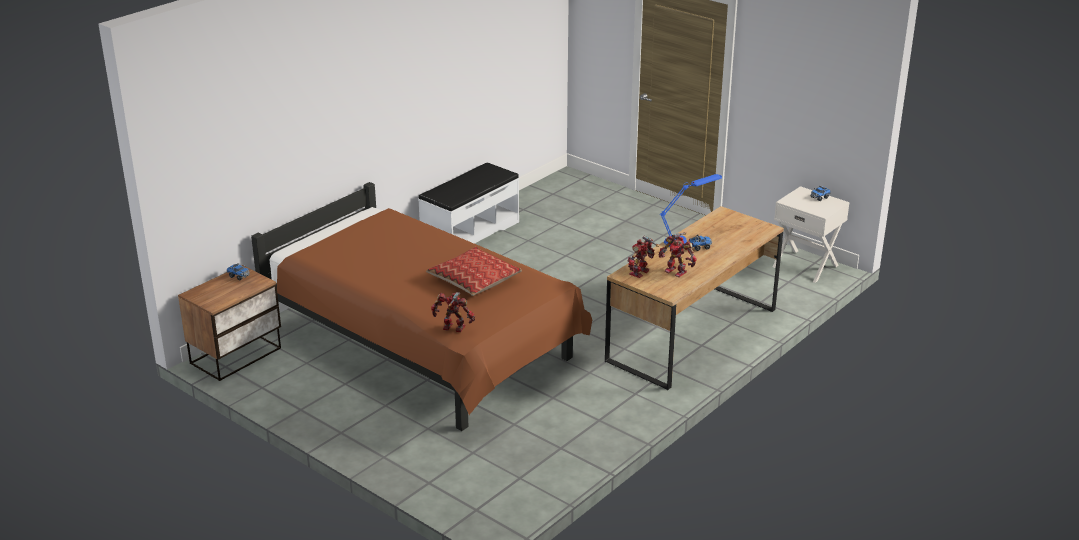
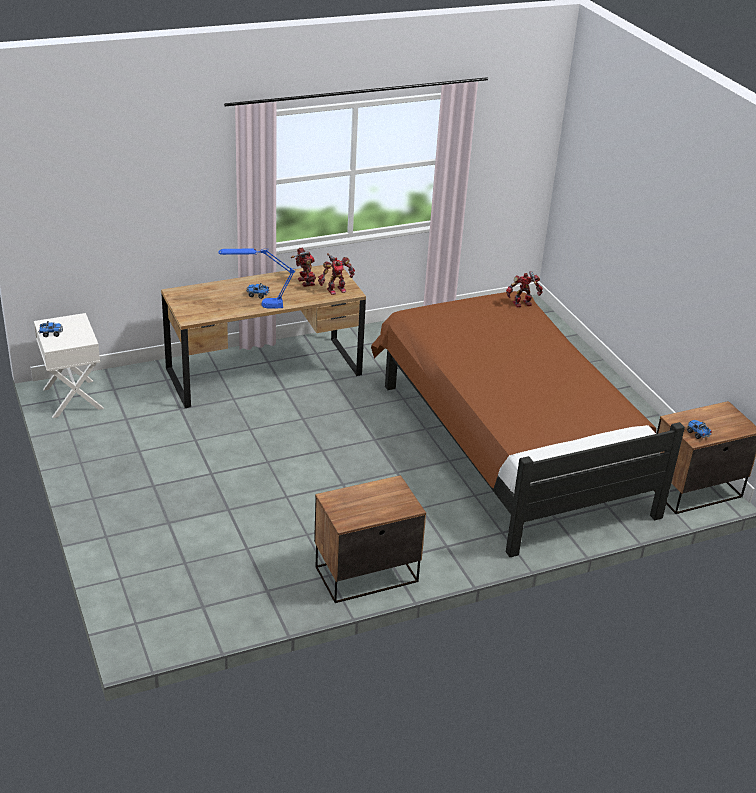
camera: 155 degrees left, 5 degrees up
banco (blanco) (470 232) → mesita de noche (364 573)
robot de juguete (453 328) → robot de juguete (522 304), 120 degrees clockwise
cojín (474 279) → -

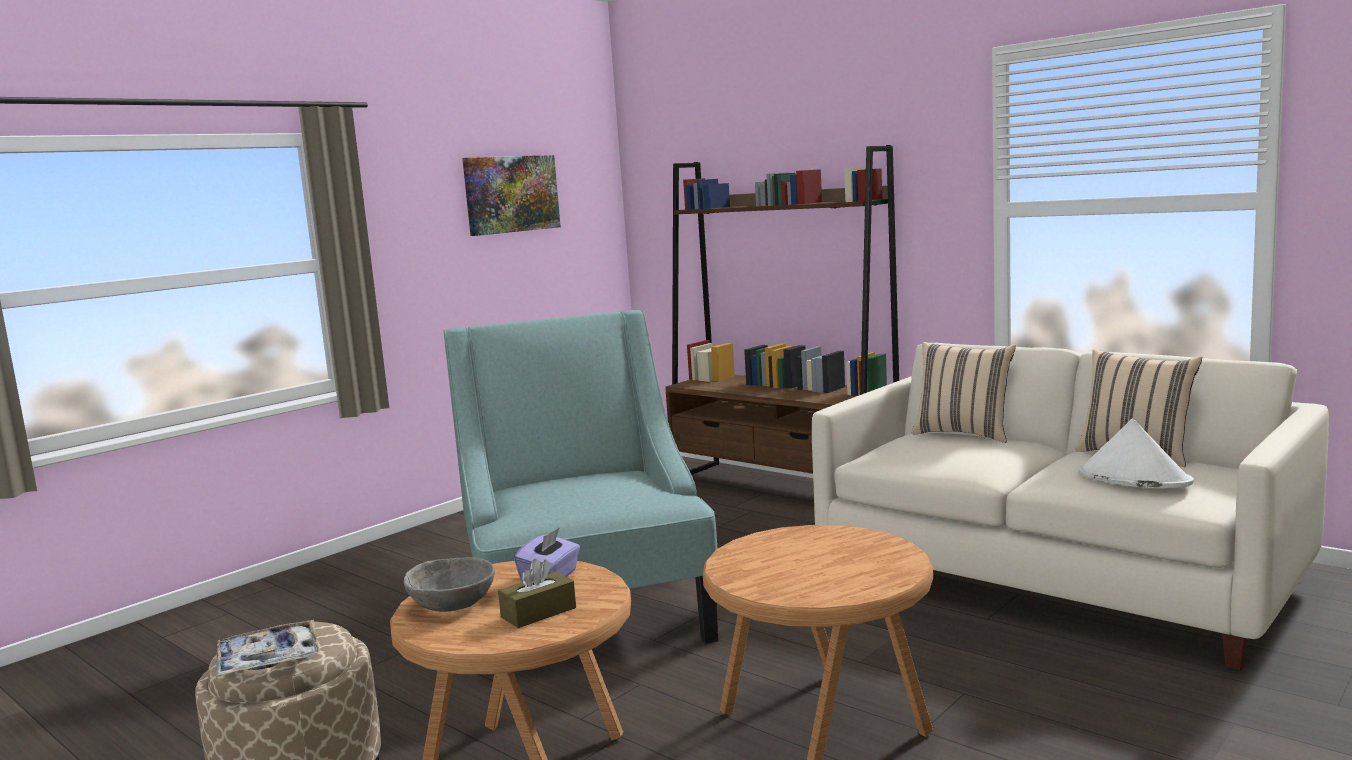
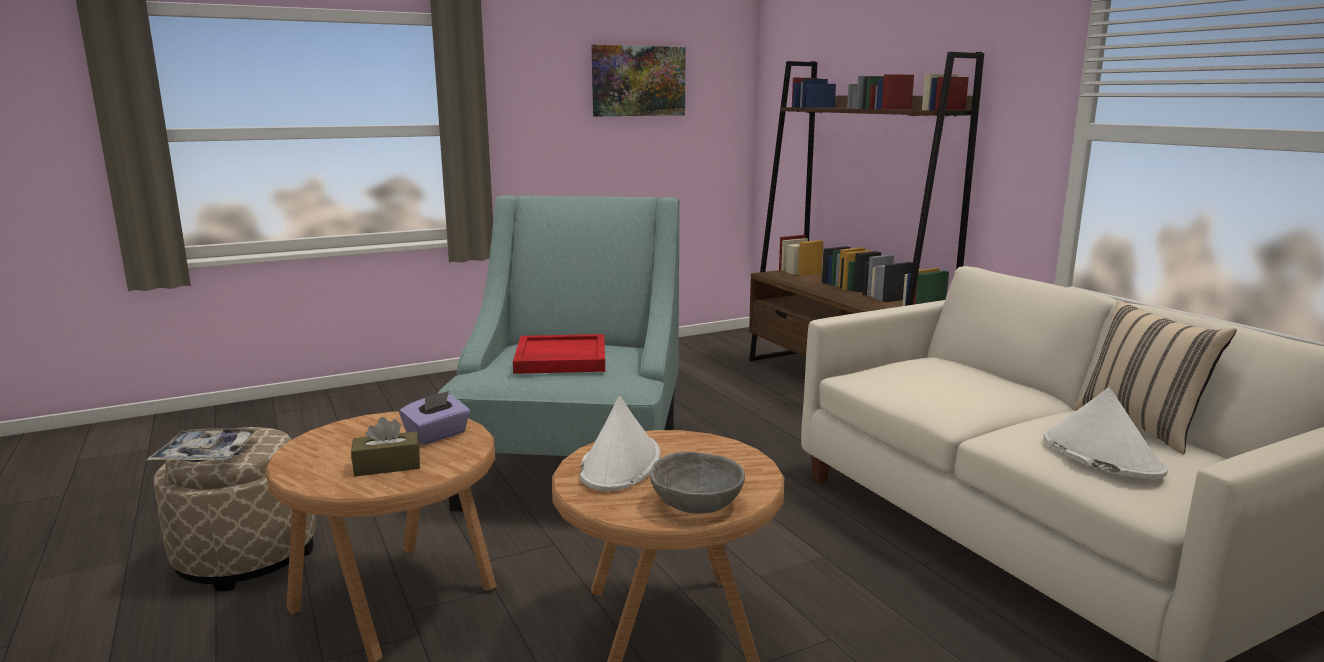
camera: 20 degrees right, 5 degrees up
- → bandeja (rojo) (560 359)
- → sombrero (blanco) (620 464)
cuenco (gris) (452 603) → cuenco (gris) (696 503), move
cojín (beis) (963 434) → -

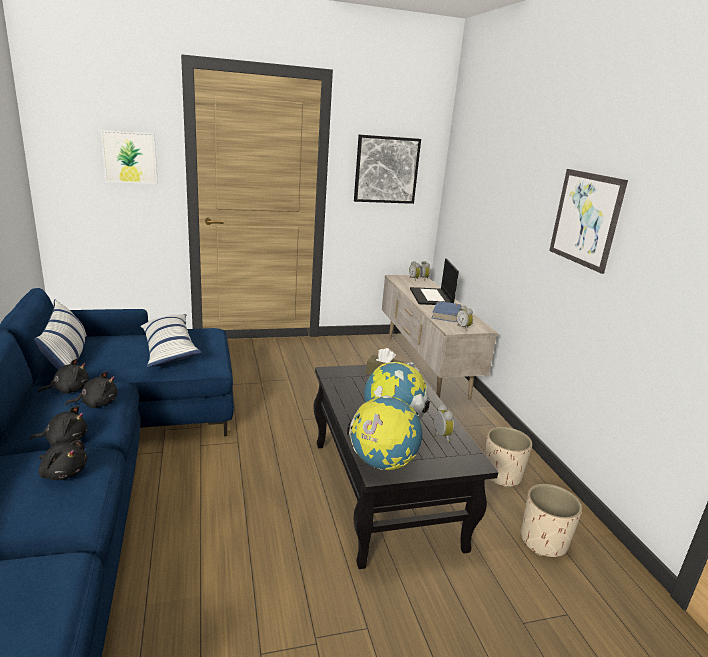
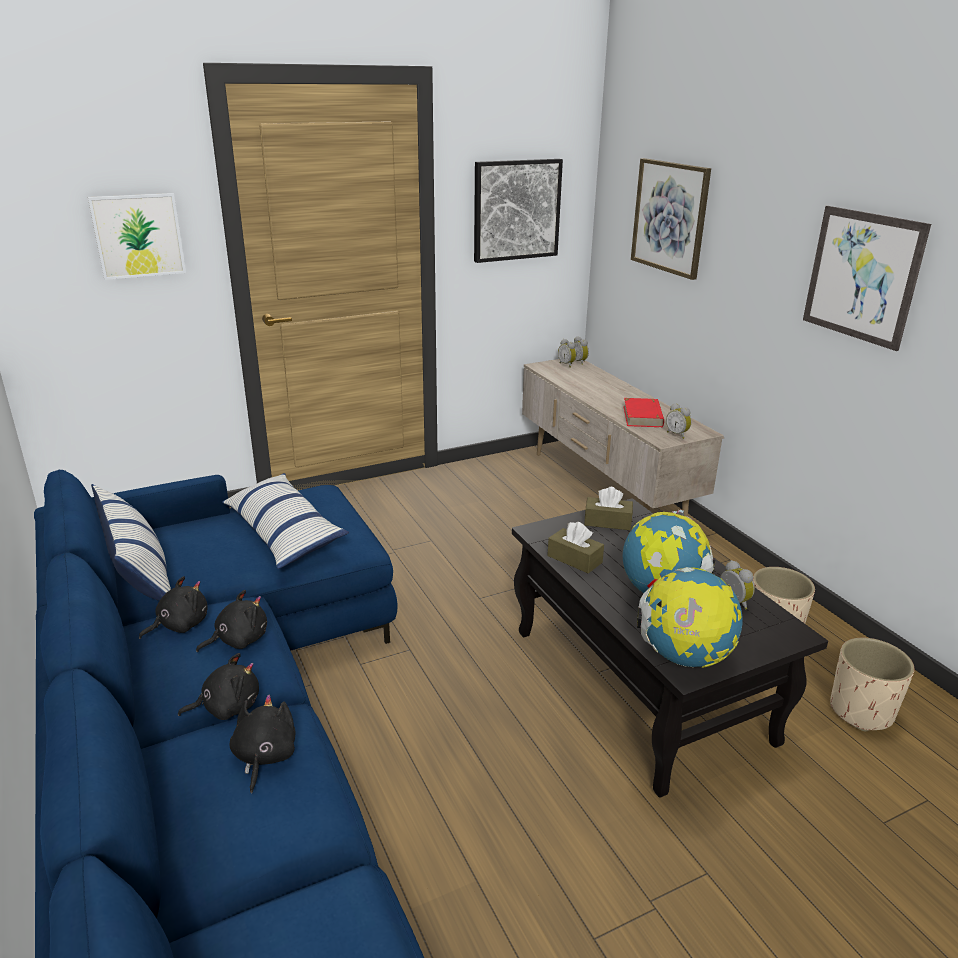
camera: 10 degrees left, 5 degrees up
peluche (negro) (63 472) → peluche (negro) (264 757), 105 degrees counterclockwise
- → caja de pañuelos (marrón) (574 559)
libro (azul) (446 314) → libro (rojo) (643 416)
- → cuadro (670 217)
portátil (431 297) → -

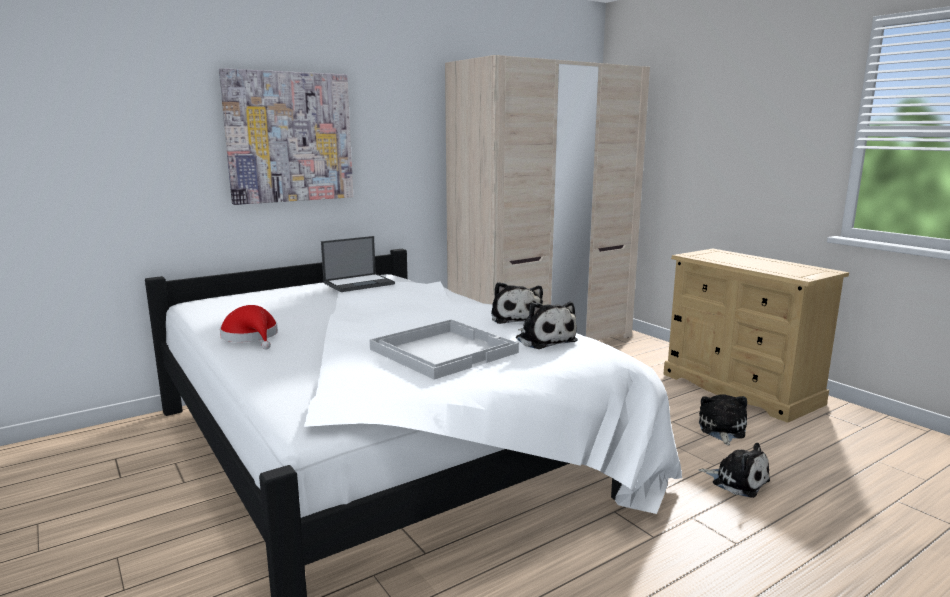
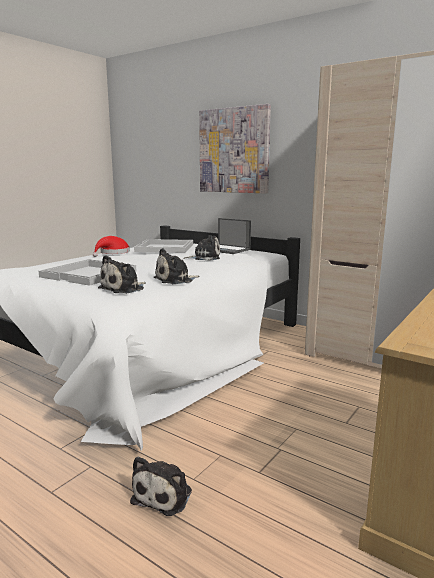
camera: 70 degrees right, 0 degrees up
- → bandeja (blanco) (165 248)
peluche (721 430) → peluche (205 257), move

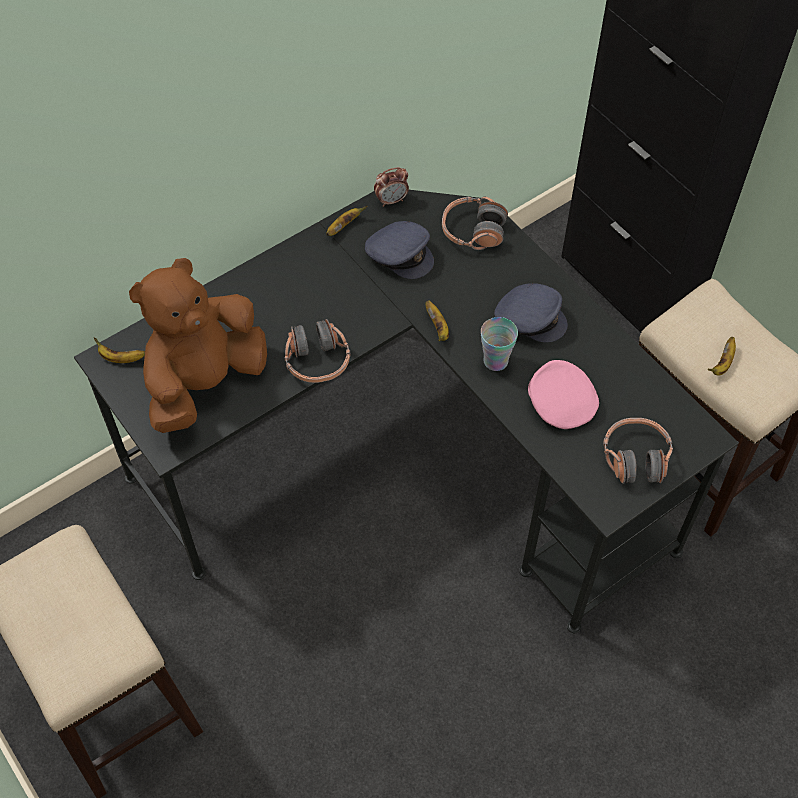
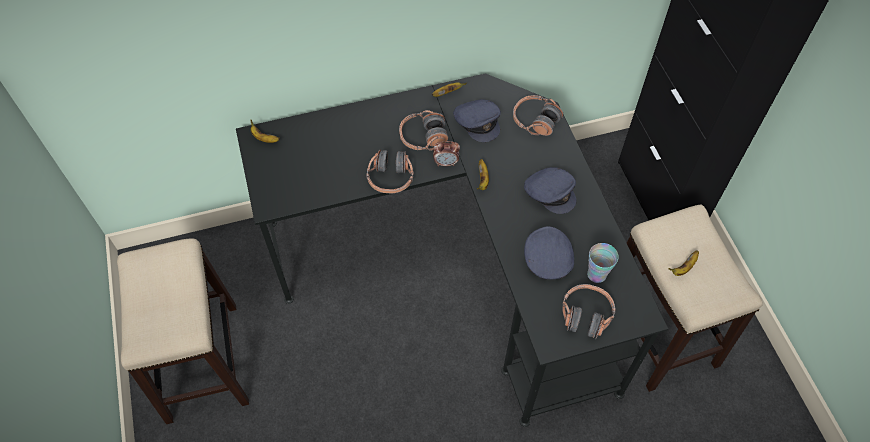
camera: 20 degrees right, 0 degrees up
- → auriculares (423 137)
despertador (391 200) → despertador (446 163), move
gorra (rosa) (559 402) → gorra (gris) (546 258)
taza (495 361) → taza (596 274), move
peluche (marrón) (204 382) → -

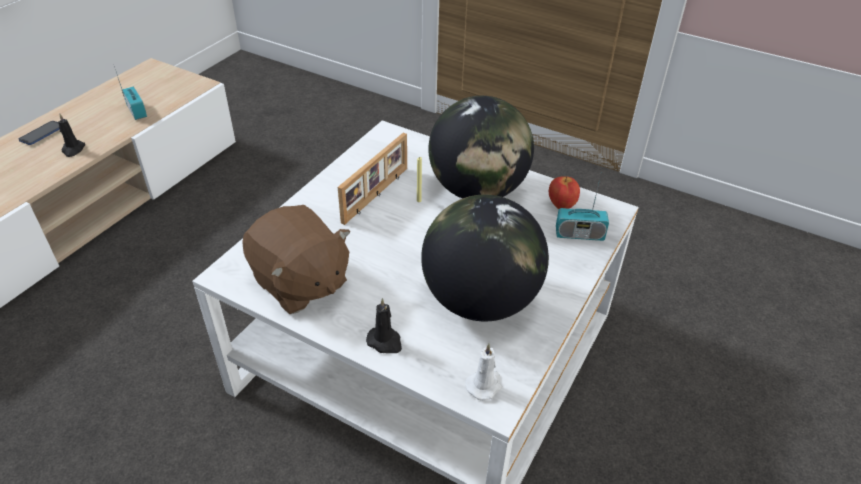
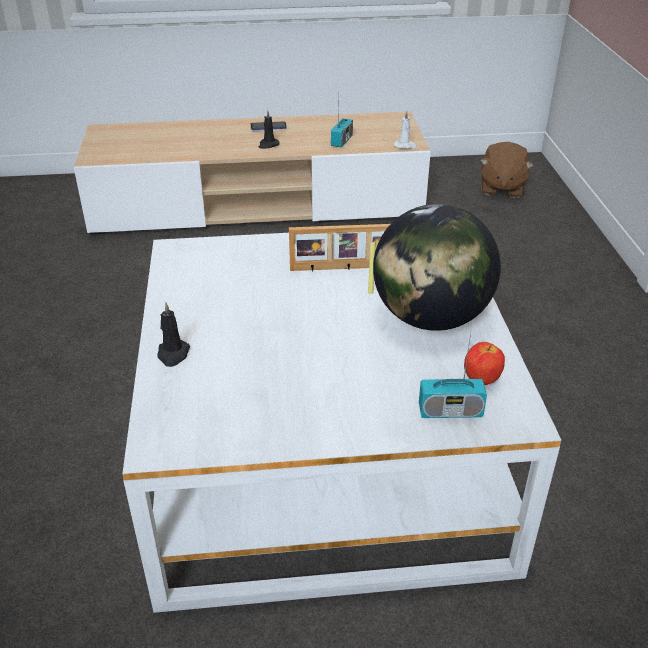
camera: 55 degrees right, 5 degrees down
vela (blanco) (485 385) → vela (blanco) (405 146), move
radio (579 234) → radio (450 411), 60 degrees counterclockwise
peluche (marrón) (299 283) → peluche (marrón) (501 188), move
globo terráqueo (480 301) → -

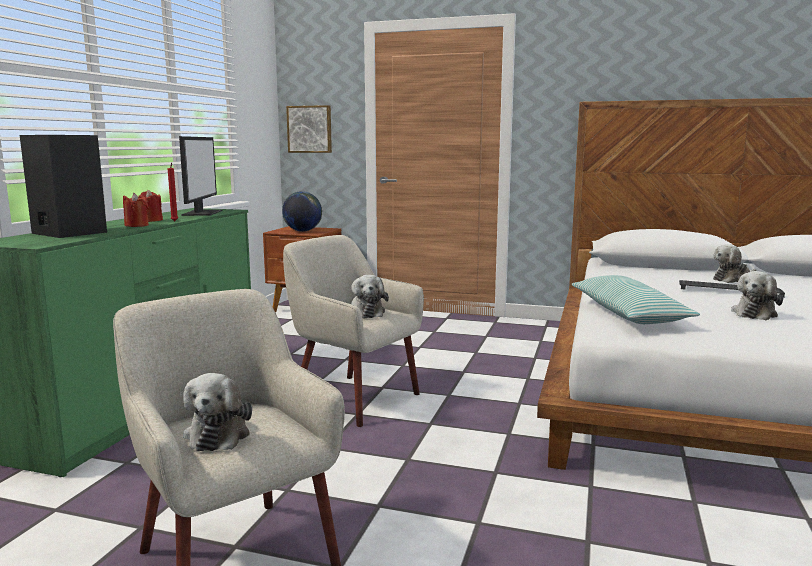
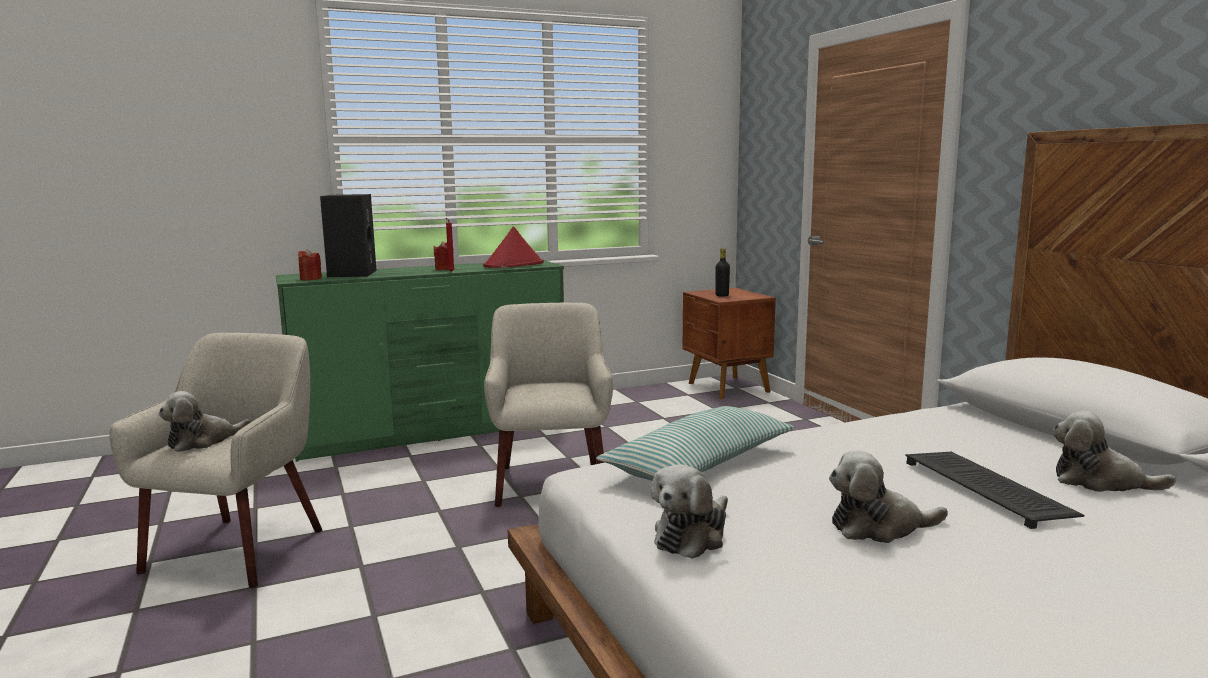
camera: 50 degrees right, 0 degrees up
vela (rojo) (136 225) → vela (rojo) (310 279), move
monitor (201 213) → sombrero (rojo) (514 265)
peluche (366 312) → peluche (692 536), move
globo terráqueo (302 231) → botella (negro) (722 295)
cuadro (310 129) → -

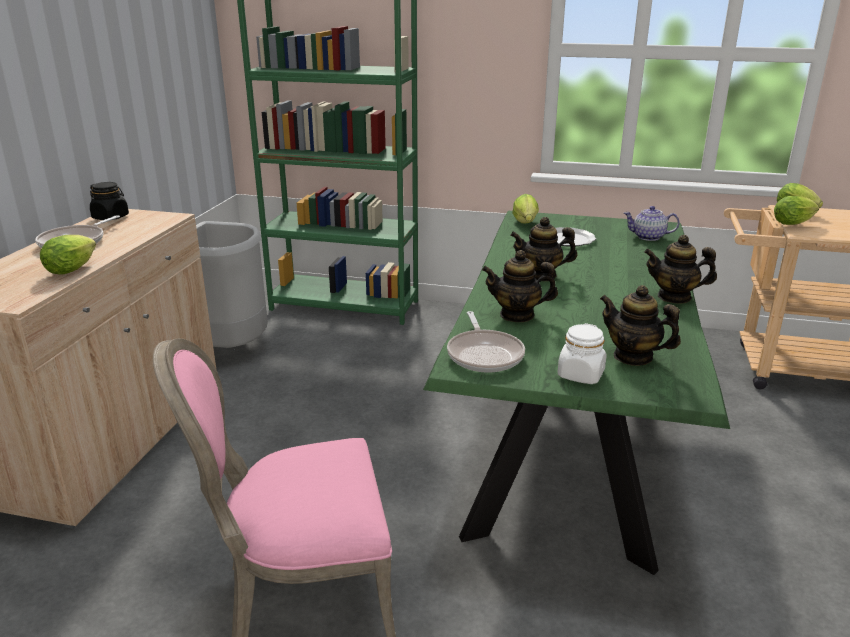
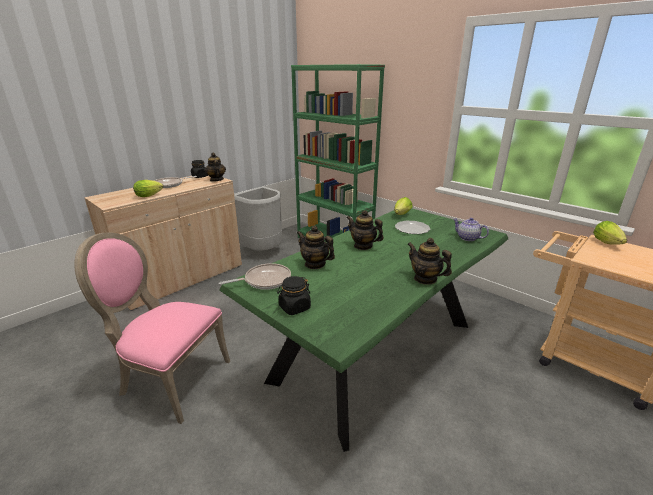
camera: 30 degrees right, 0 degrees up
tetera (633 356) → tetera (216 180), move
sartén (484 354) → sartén (265 280), 135 degrees counterclockwise
tarro (blanco) (580 375) → tarro (negro) (294 307)
lechuga (794 223) → -

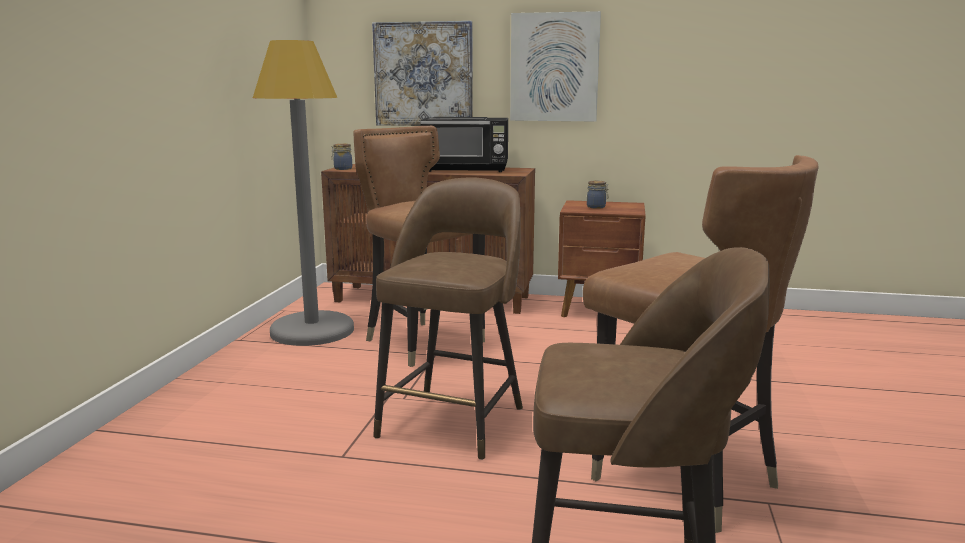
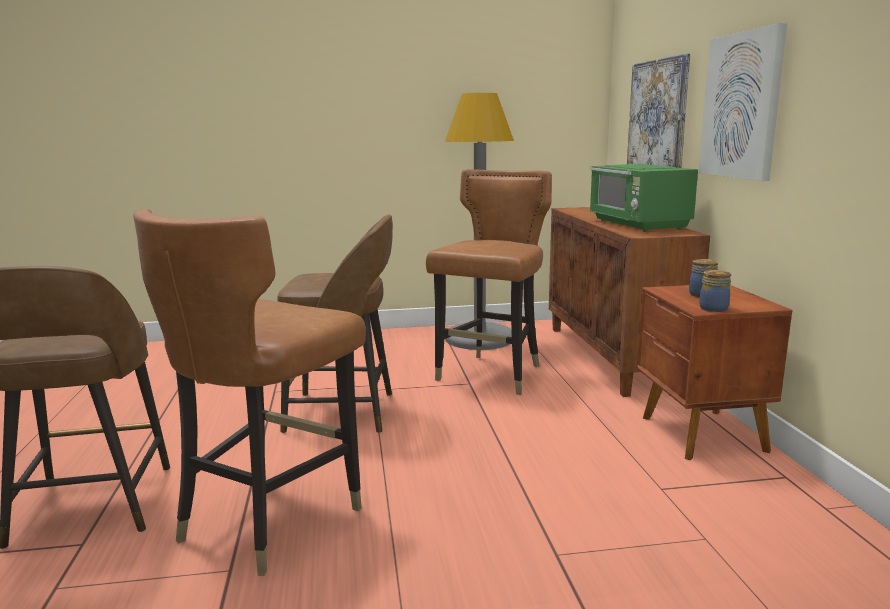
camera: 70 degrees right, 0 degrees up
microondas (negro) (467 170) → microondas (verde) (638 225)
tarro (342 169) → tarro (712 308), move

